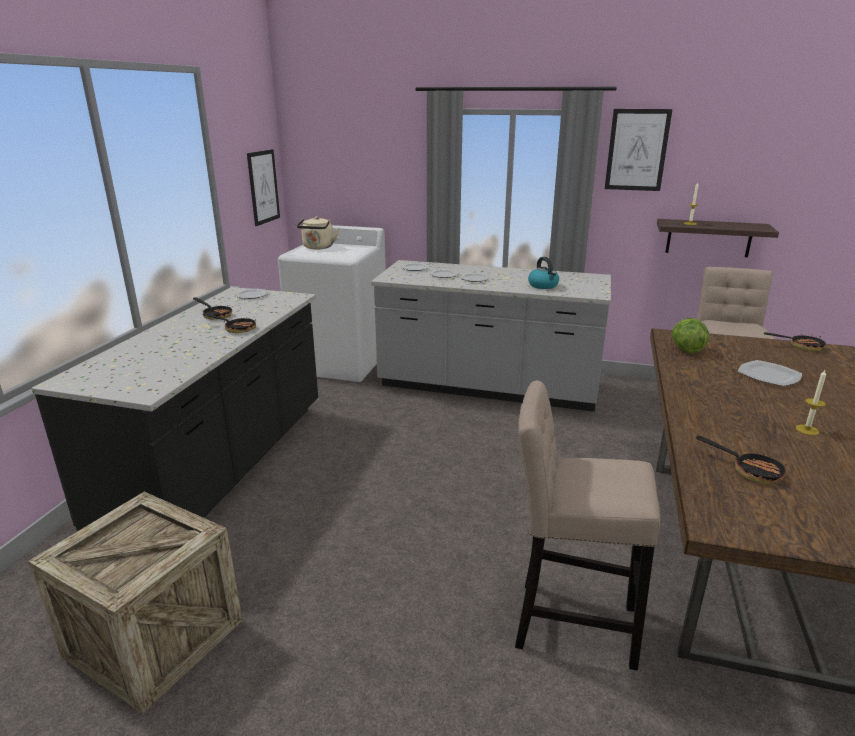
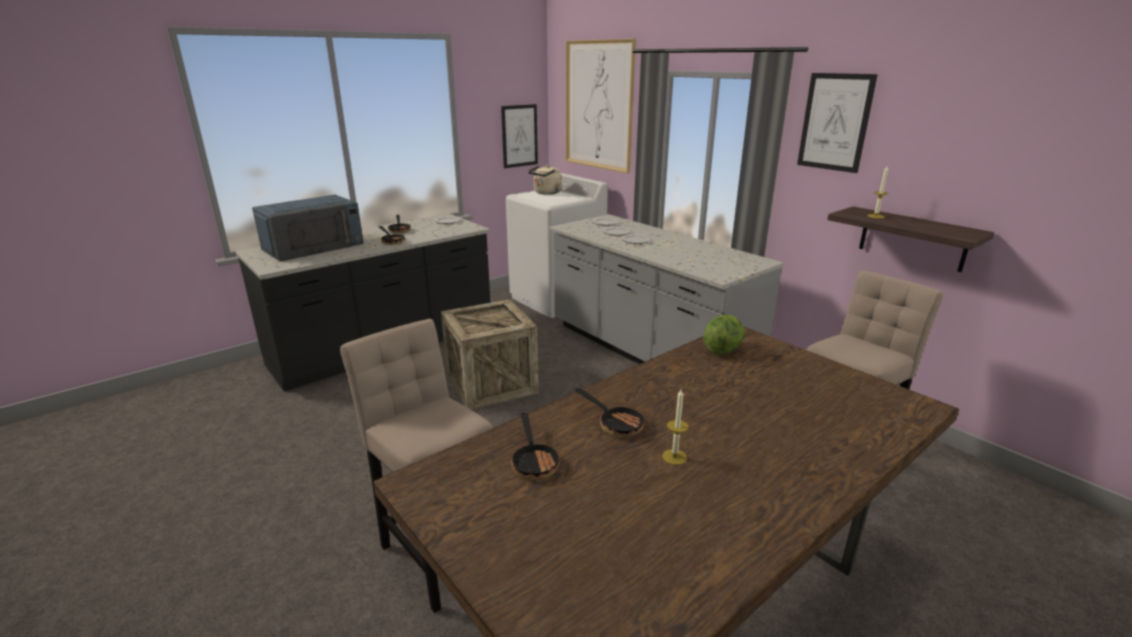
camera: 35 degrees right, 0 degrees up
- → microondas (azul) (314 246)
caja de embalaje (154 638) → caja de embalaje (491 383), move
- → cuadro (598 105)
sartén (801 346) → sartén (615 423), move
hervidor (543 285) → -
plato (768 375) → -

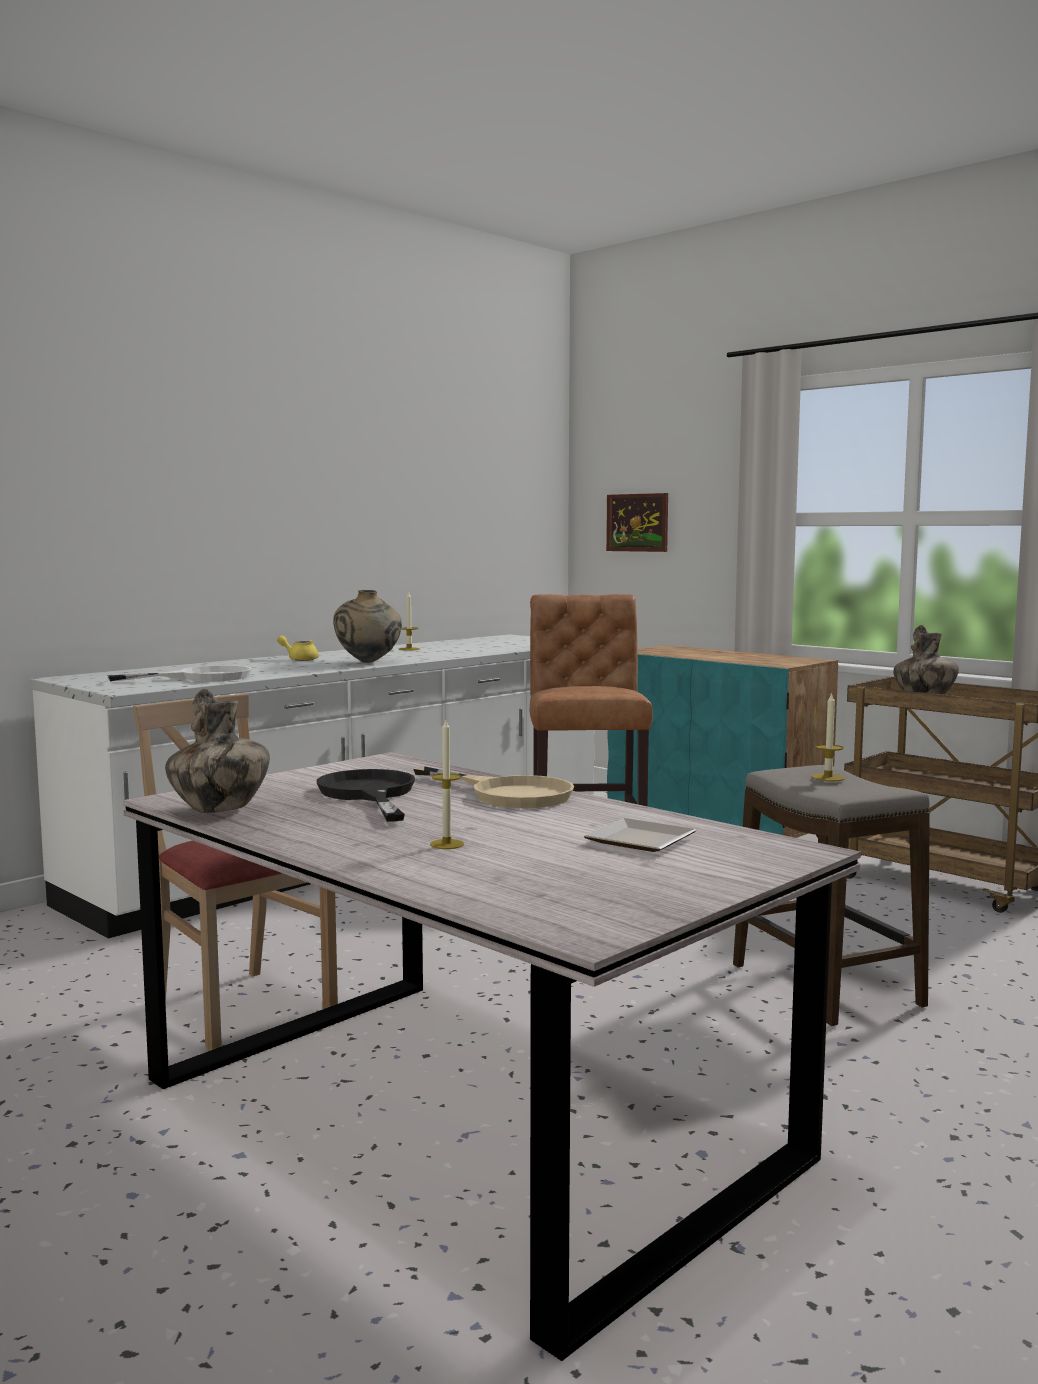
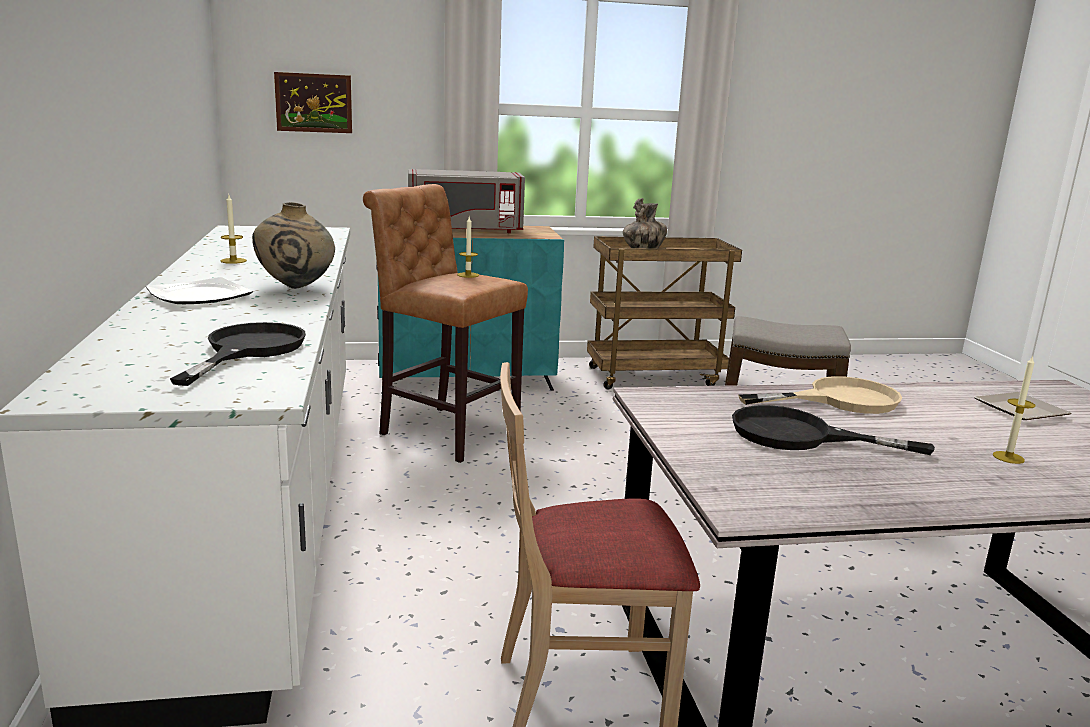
camera: 55 degrees left, 10 degrees up
tetera (amarillo) (300 659) → plato (199 296)
sartén (blanco) (201 678) → sartén (negro) (248 350)
- → microondas (gris) (465 230)
vela (828 777) → vela (468 275), move
florero (220 810) → -

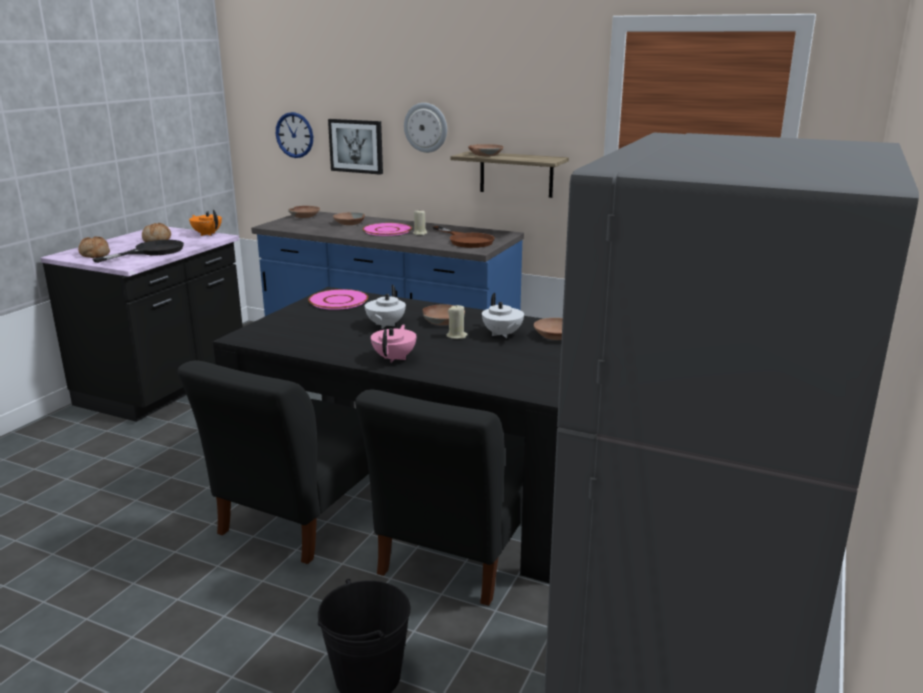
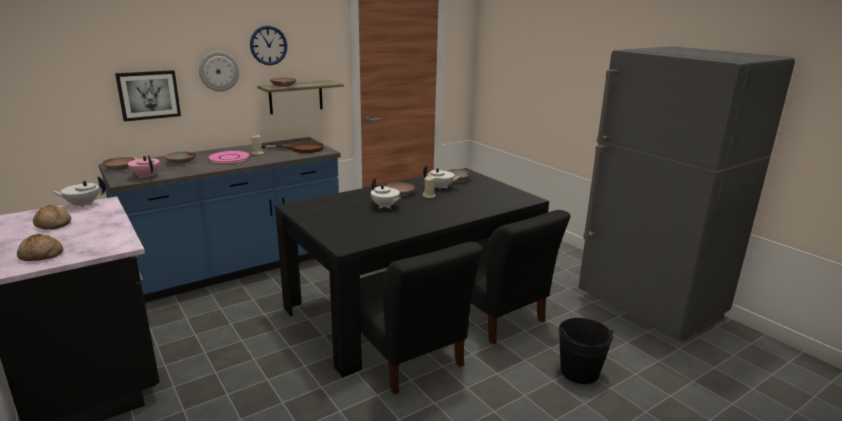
camera: 60 degrees left, 0 degrees up
tetera (naranja) (207 234) → tetera (blanco) (83 205)
tetera (rosa) (395 358) → tetera (rosa) (146 176), move
reloj de pared (294 135) → reloj de pared (268 45), move
sartén (negro) (151 252) → -
plato (rosa) (339 300) → -

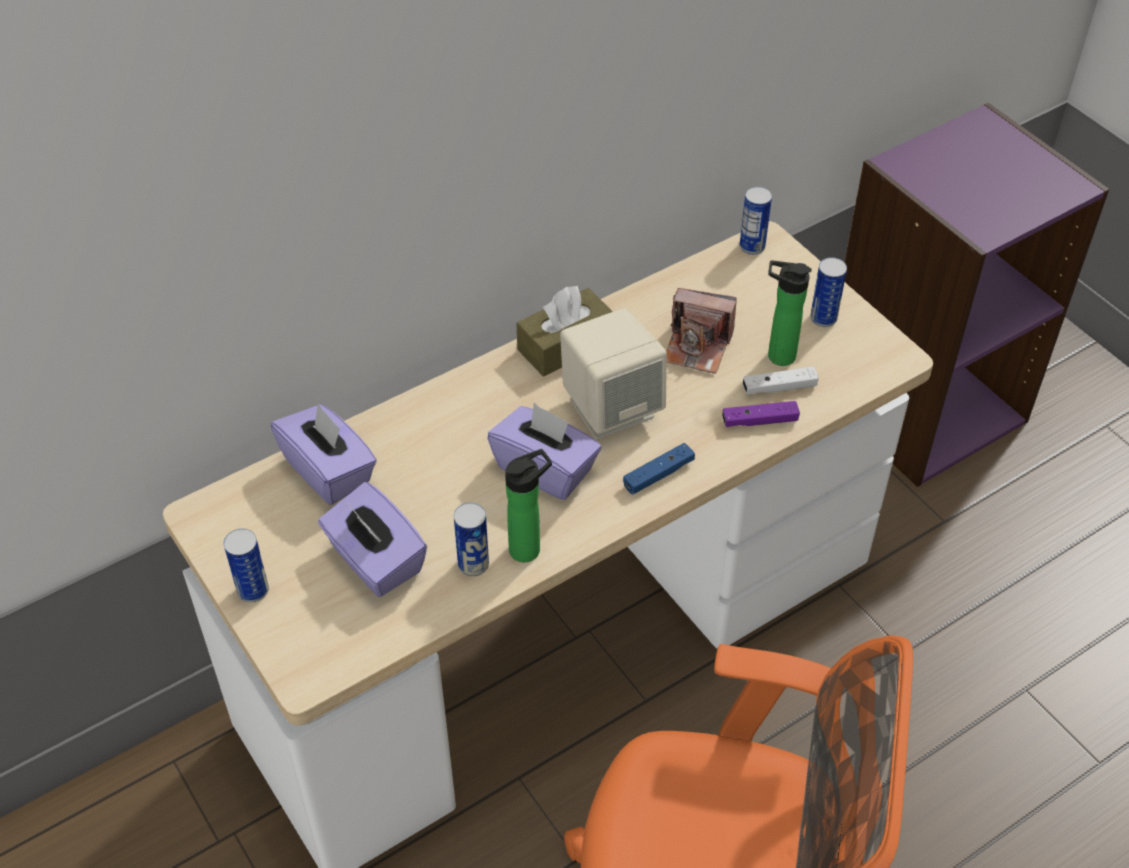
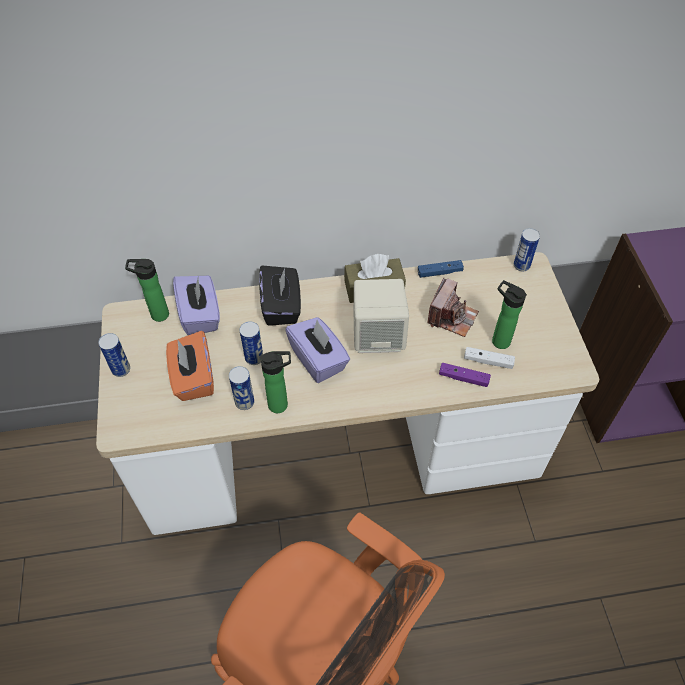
camera: 25 degrees right, 5 degrees up
- → botella (157 315)
caja de pañuelos (morado) (375 561) → caja de pañuelos (naranja) (193 378)
lata (823 318) → lata (254 358), move
- → caja de pañuelos (negro) (281 307)
mando de consola (azul) (658 474) → mando de consola (azul) (439 272), move
cámara (697 347) → cámara (451 317), 105 degrees counterclockwise

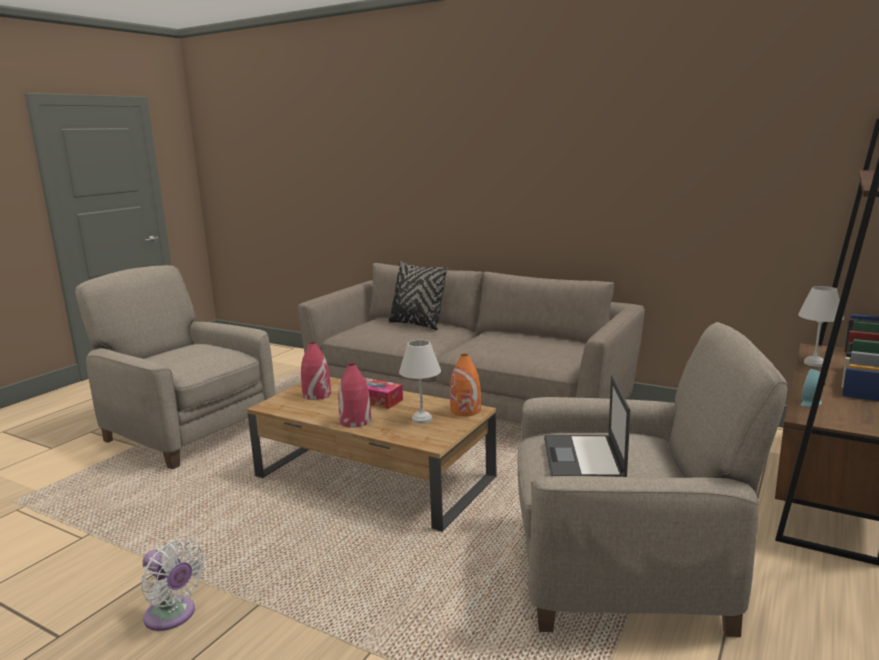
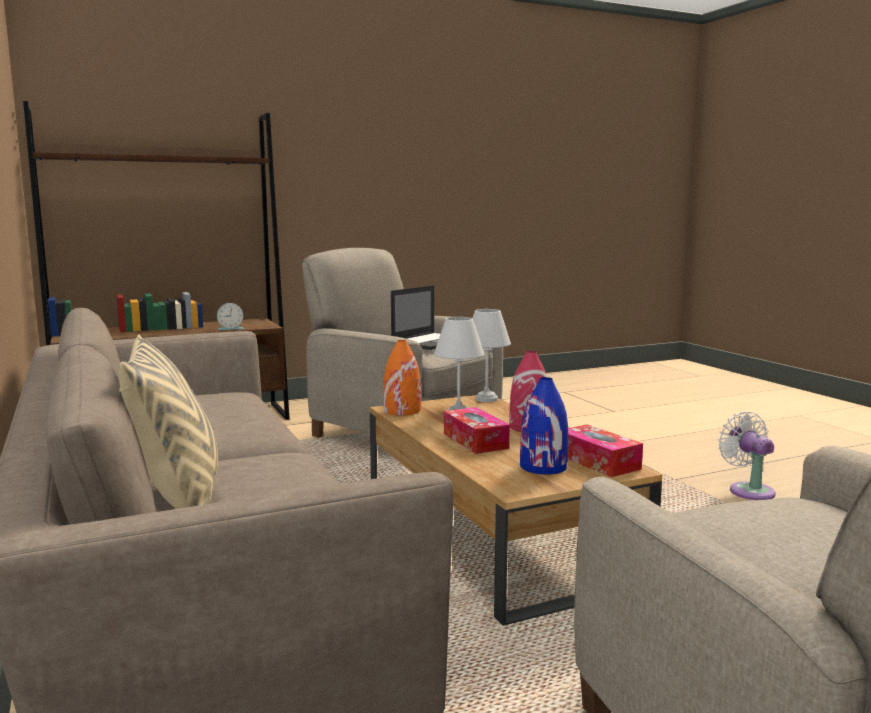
camera: 145 degrees left, 5 degrees down
cojín (negro) (417 324) → cojín (beis) (178 501)
lámpara de mesa (blanco) (813 363) → lámpara de mesa (blanco) (486 399), move
florero (rojo) (316 394) → florero (azul) (544 467)
- → caja de pañuelos (598 462)

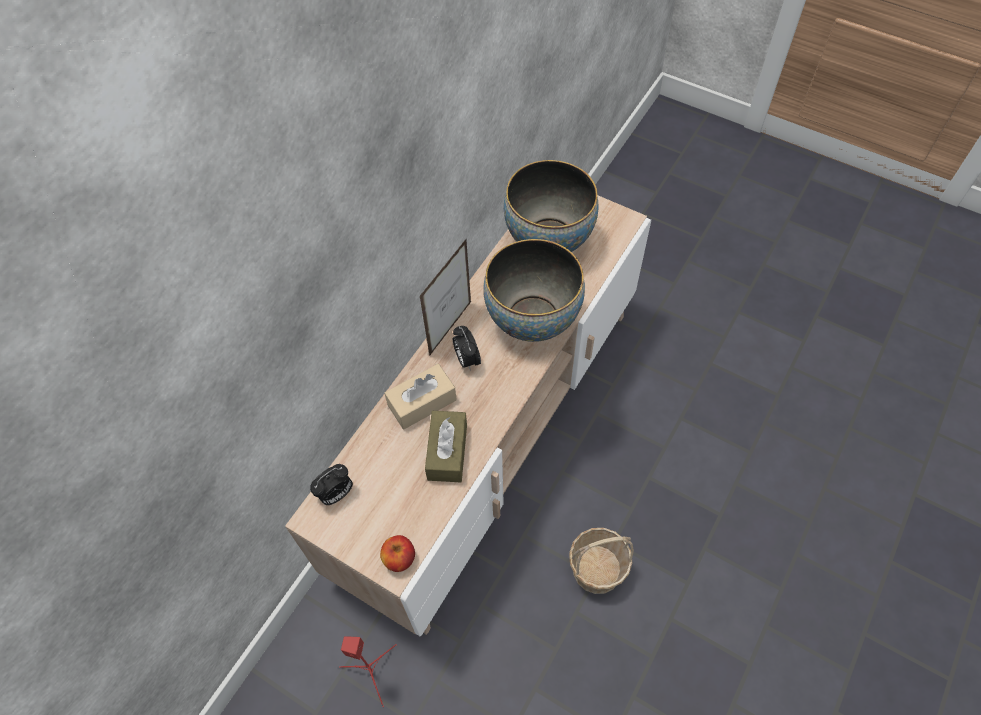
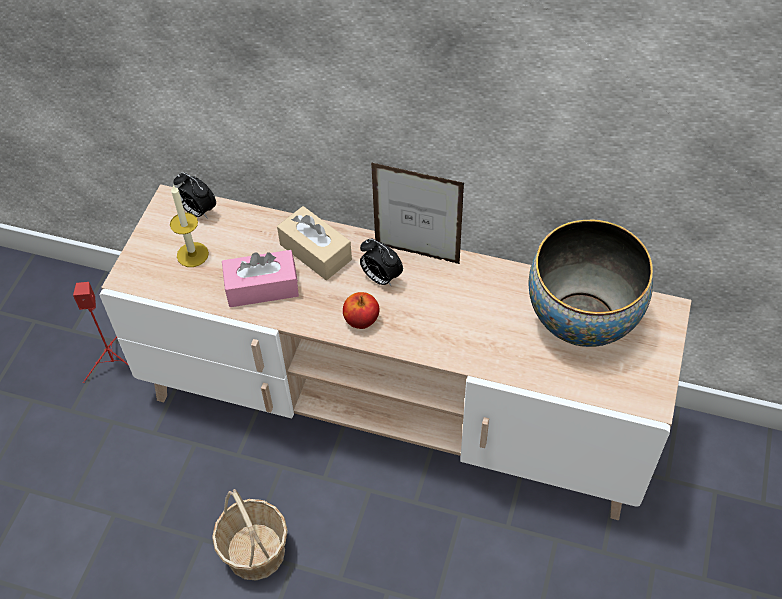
camera: 75 degrees right, 5 degrees down
- → vela (192 254)
caja de pañuelos (marrón) (447 452) → caja de pañuelos (rosa) (262 287)
manzana (399 559) → manzana (361 320), move
despertador (467 359) → despertador (380 278), 105 degrees counterclockwise
cuenco (532 319) → -

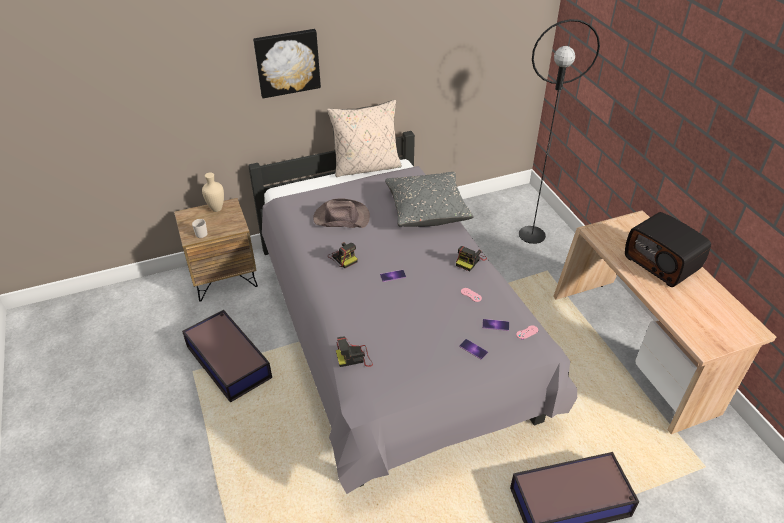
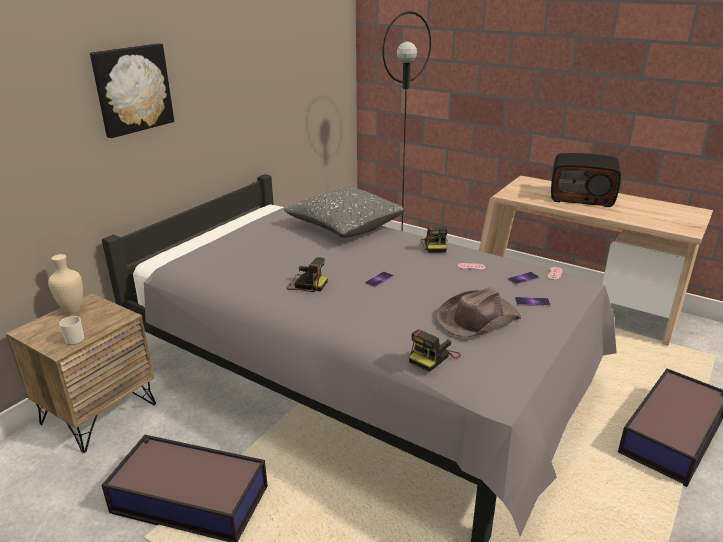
camera: 35 degrees left, 15 degrees down
sombrero (marrón) (341 218) → sombrero (marrón) (477 319), move
cojín (beis) (366 167) → -

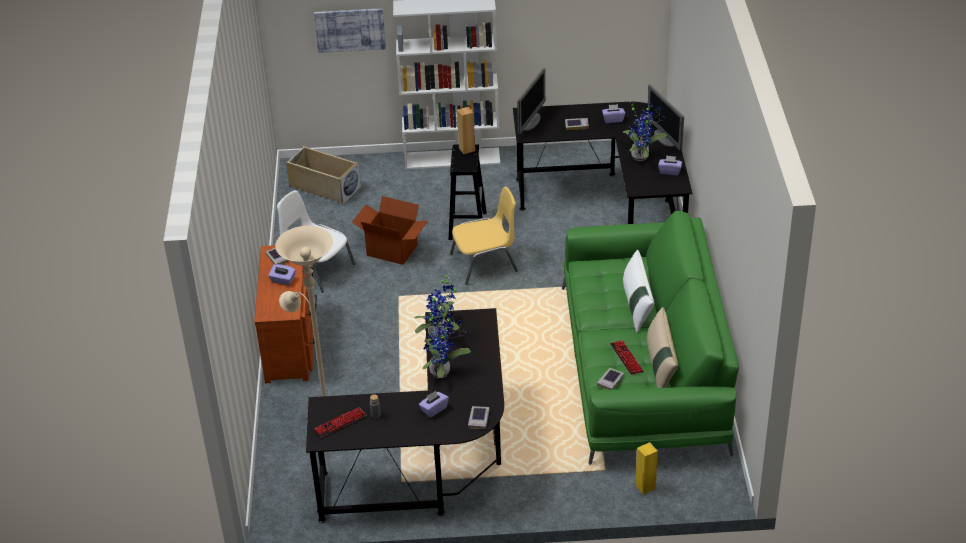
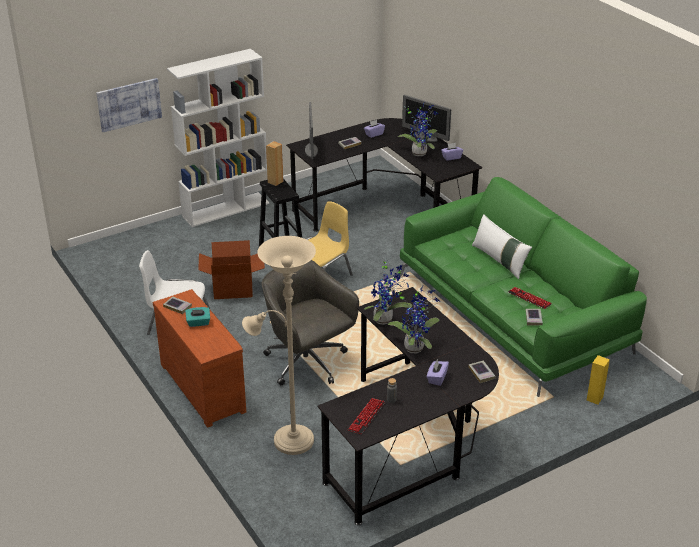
camera: 30 degrees left, 5 degrees down
caja de pañuelos (morado) (283 280) → caja de pañuelos (turquesa) (198 323)
- → silla de oficina (gris) (307 363)
caja de almacenaje (beis) (324 186) → -
cojín (beis) (660 366) → -

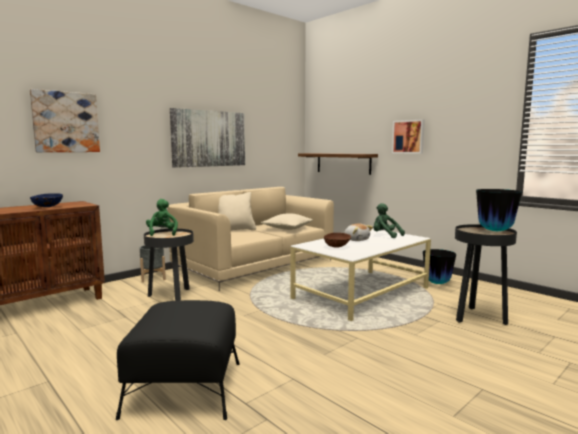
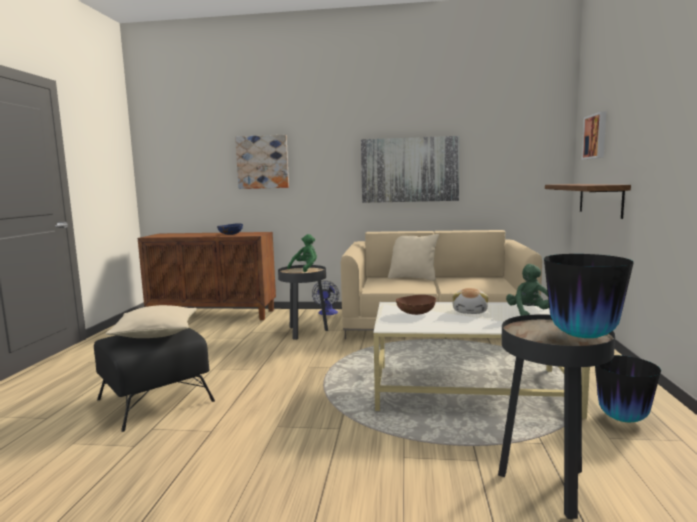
camera: 50 degrees right, 0 degrees up
cojín (beis) (287 228) → cojín (beis) (156 333), move
maceta (gris) (153 278) → ventilador (327 313)
cuadro (408 137) → cuadro (596 136), move

